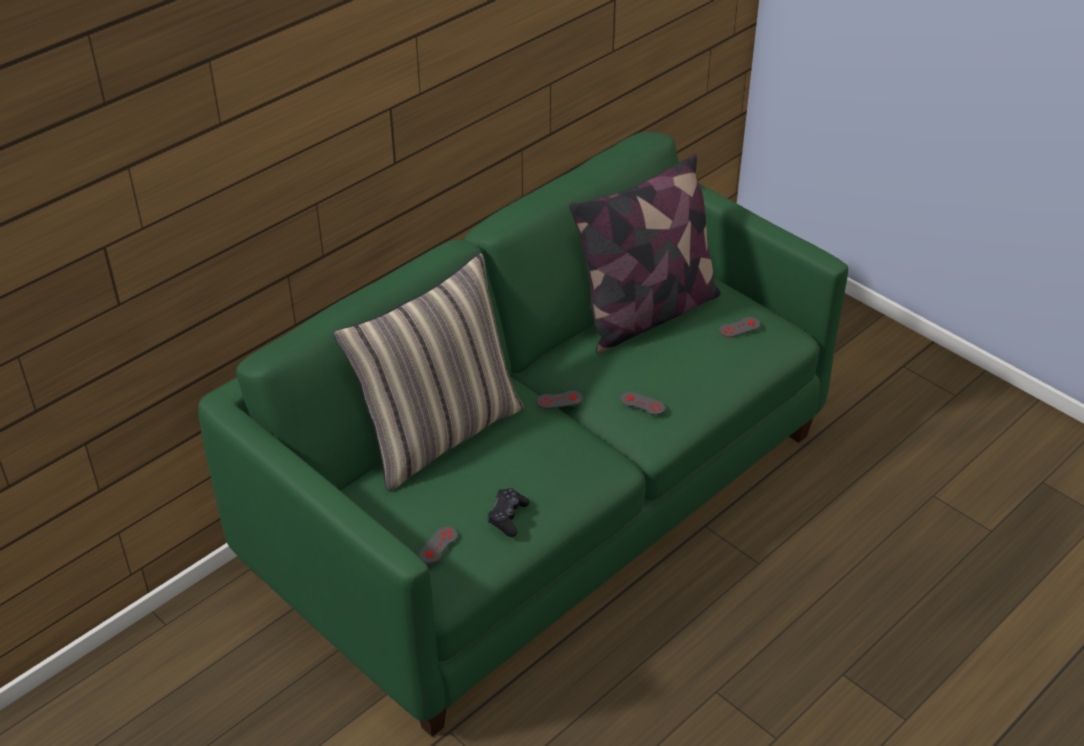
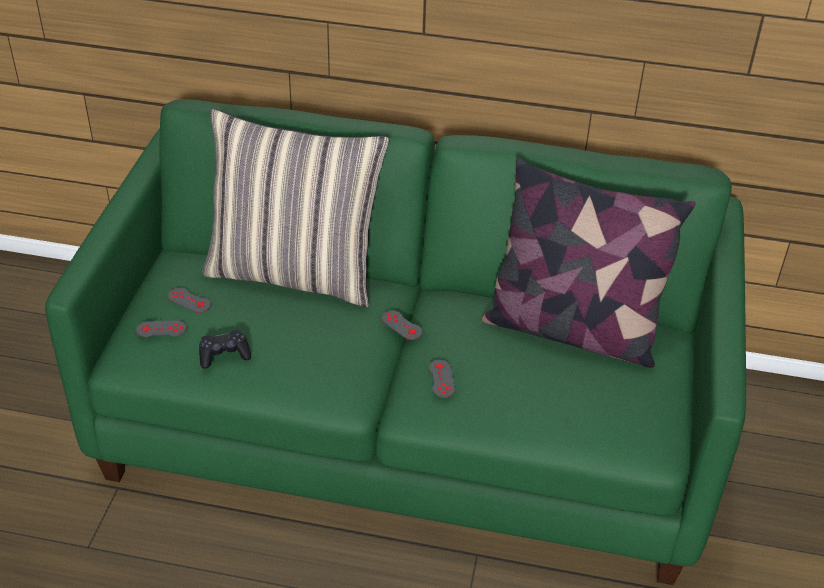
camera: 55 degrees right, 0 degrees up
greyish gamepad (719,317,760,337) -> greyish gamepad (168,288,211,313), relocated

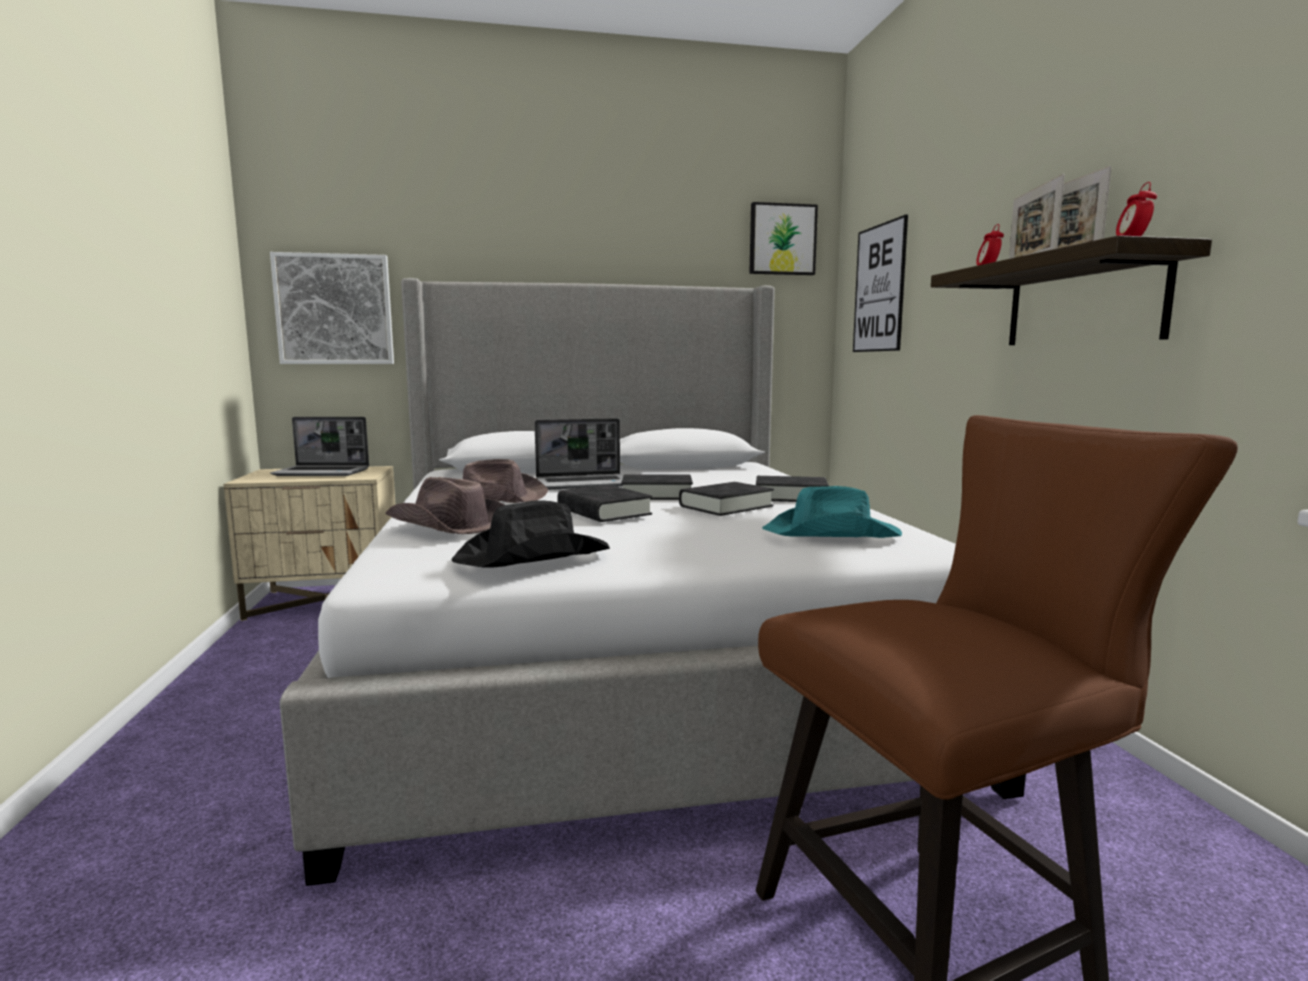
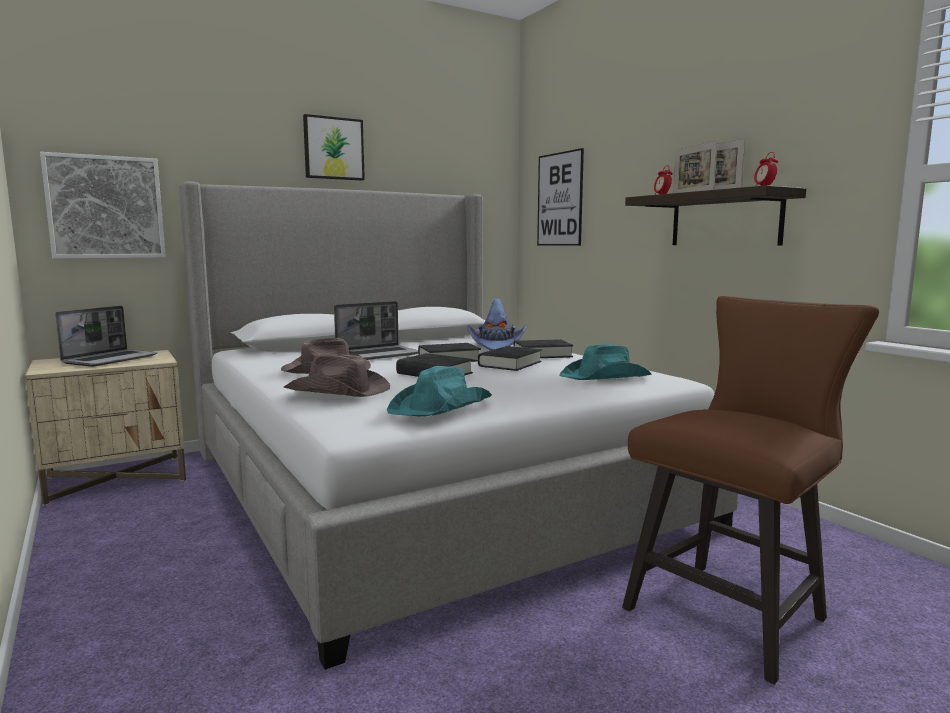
camera: 20 degrees left, 0 degrees up
laptop (270,417,369,476) -> laptop (55,306,158,367), 45 degrees counterclockwise
blackish hat (452,500,610,568) -> turquoise-coloured hat (387,366,492,416)
wall picture (749,202,818,275) -> wall picture (303,114,365,180), relocated
none -> purple-coloured hat (467,299,527,351)

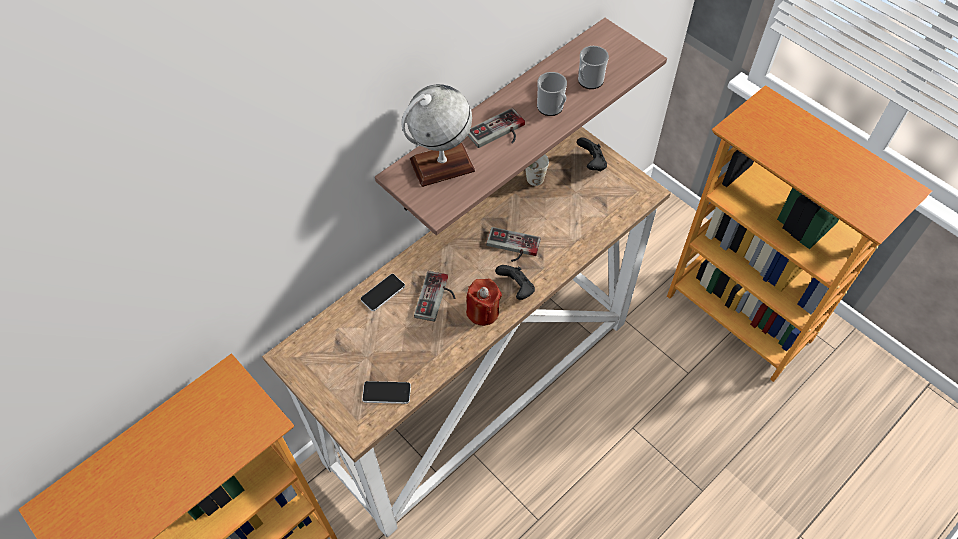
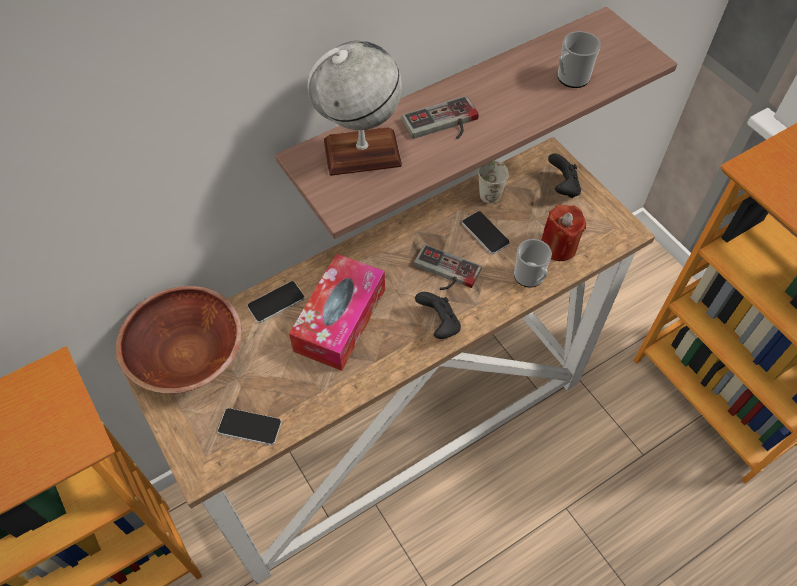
camera: 10 degrees right, 0 degrees up
gamepad (414,271,455,322) -> box of tissues (289,254,385,371)
red-coloured wax candle (466,279,502,326) -> red-coloured wax candle (541,205,586,261), relocated
coffee mug (537,72,567,116) -> coffee mug (514,239,552,288), relocated
none -> brownish deep dish (116,286,242,394)
none -> handset (462,211,510,254)

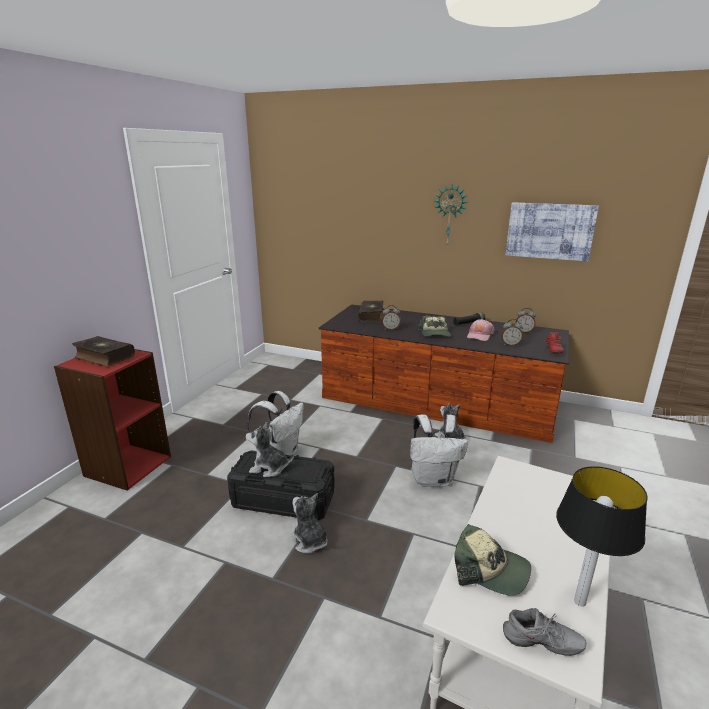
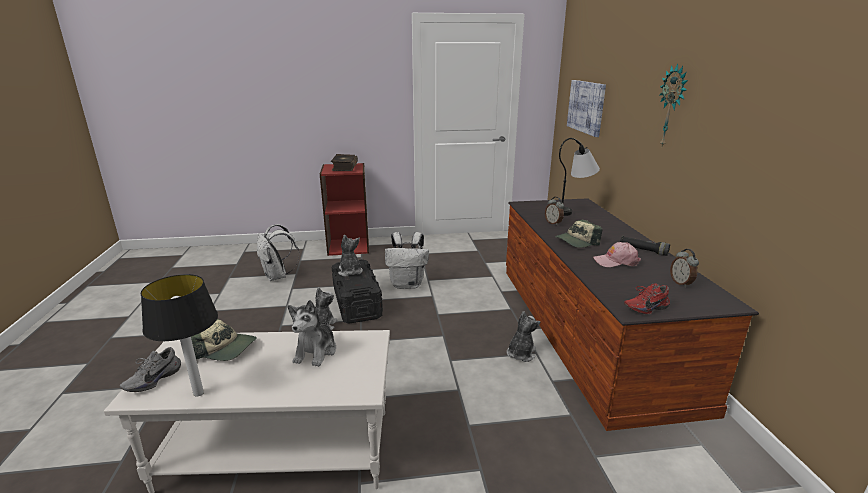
camera: 60 degrees right, 0 degrees up
volume (358,301,384,322) -> tabletop lamp (559,138,600,216)
white-coloured rucksack (410,414,468,487) -> white-coloured rucksack (257,224,299,281), relocated
peaked cap (454,524,531,596) -> peaked cap (191,319,257,361), 75 degrees counterclockwise
alarm clock (501,319,523,346) -> none
greyish item of footwear (503,608,586,656) -> greyish item of footwear (120,347,181,392), 45 degrees clockwise
wall picture (505,202,599,261) -> wall picture (567,80,606,137), relocated
none -> soft toy (288,300,336,367)

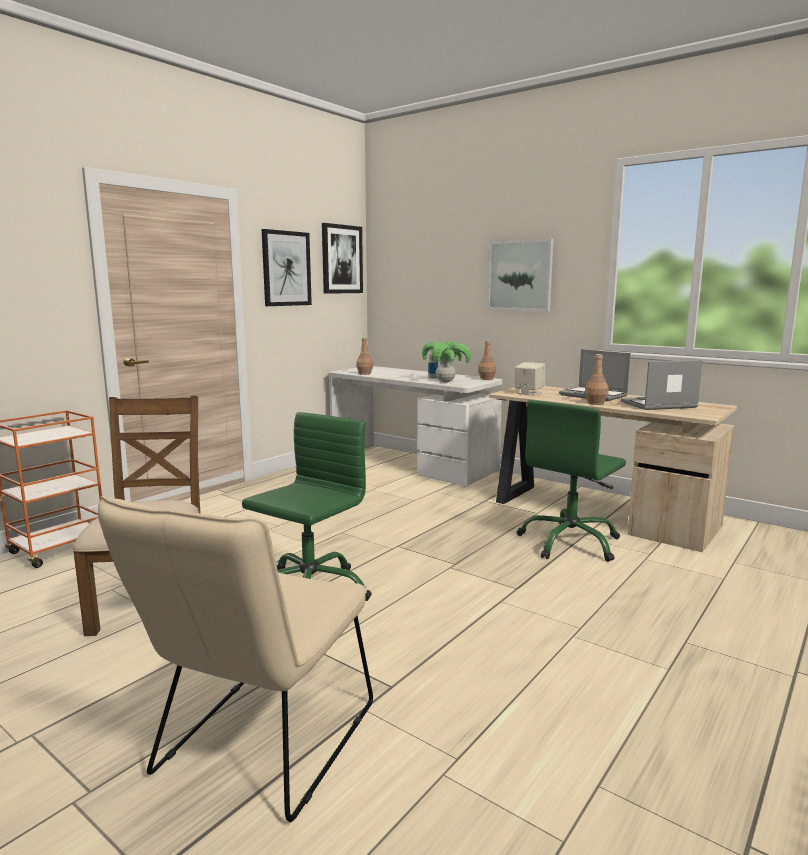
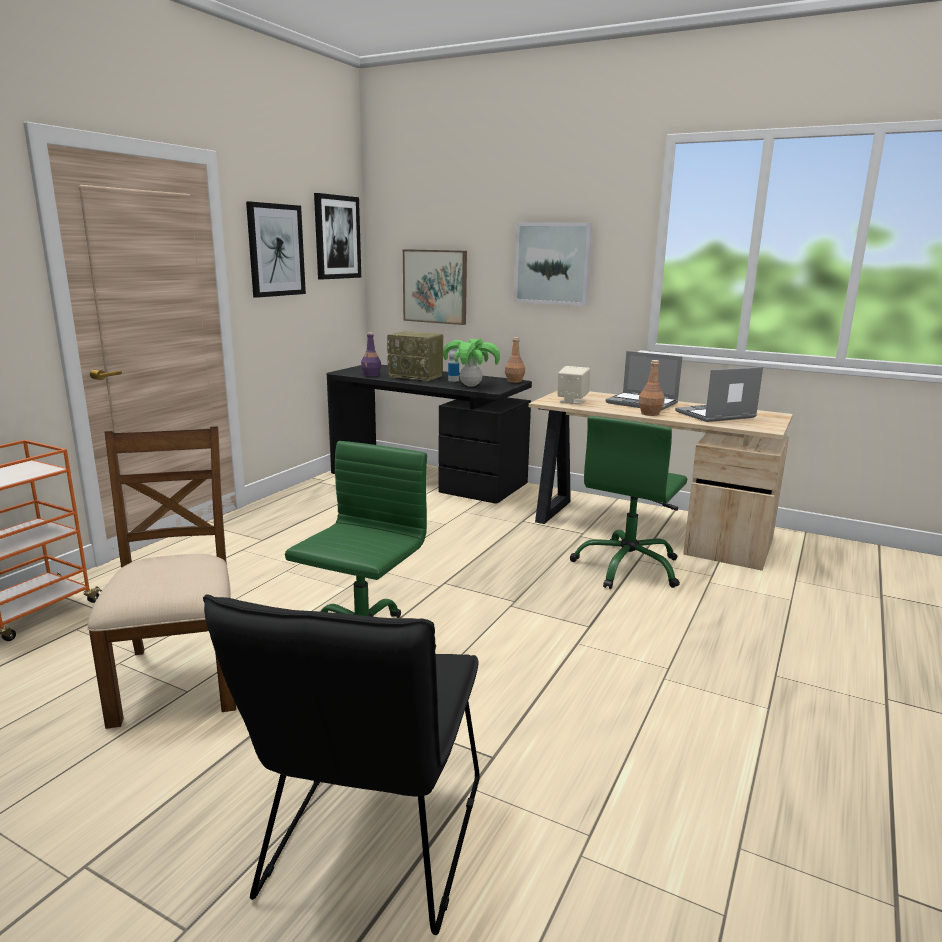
camera: 10 degrees left, 5 degrees up
beige plain chair (98,495,373,822) -> blackish plain chair (203,594,479,935)
white-coloured desk (329,366,503,486) -> blackish desk (327,365,532,504)
brownish beverage bottle (356,337,373,375) -> purple-coloured beverage bottle (361,332,381,377)
none -> radio receiver (387,331,443,381)
none -> wall picture (403,249,467,325)

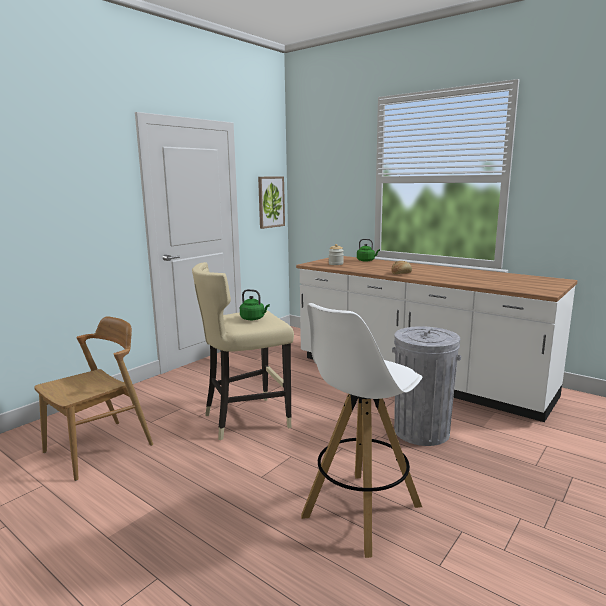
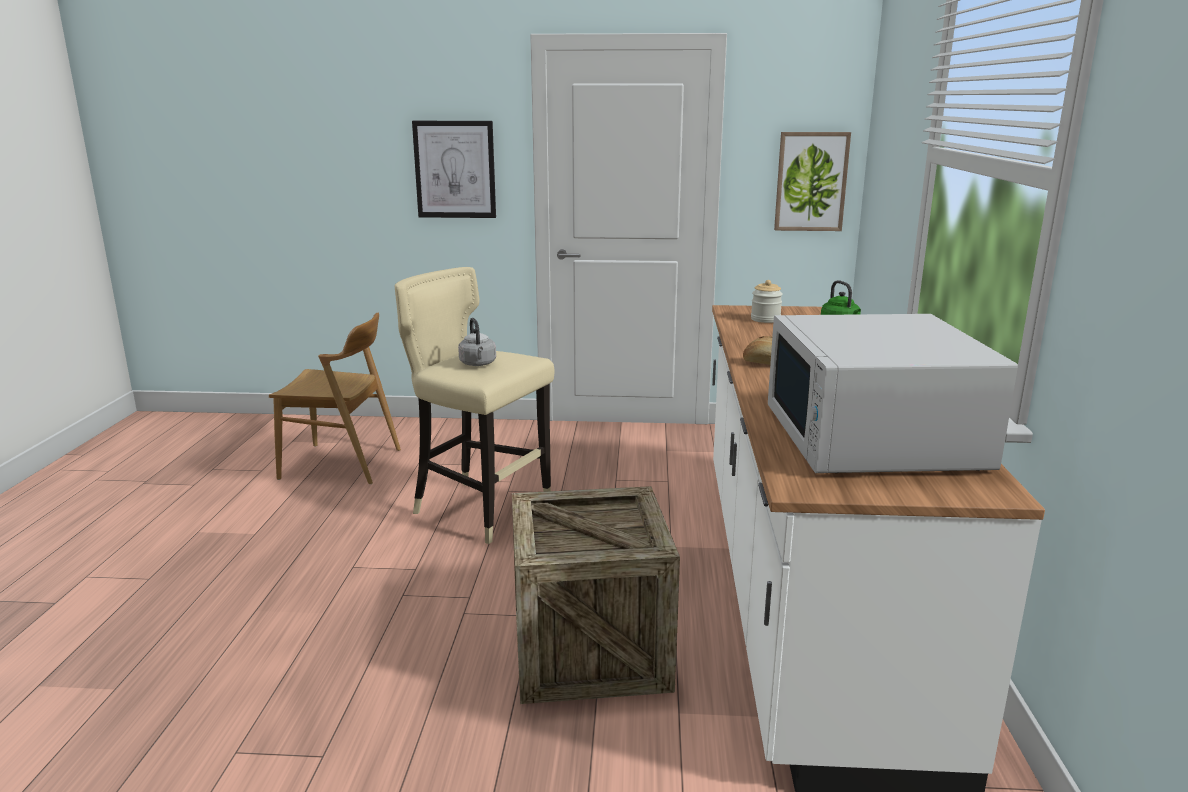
camera: 55 degrees right, 5 degrees up
green water kettle (240,289,270,320) -> greyish water kettle (458,318,496,366)
white-coloured sitting stool (301,303,422,558) -> none
greyish waste bin (392,326,461,446) -> packing crate (512,486,680,704)
none -> wall picture (412,121,496,218)
none -> white-coloured microwave oven (768,314,1018,473)

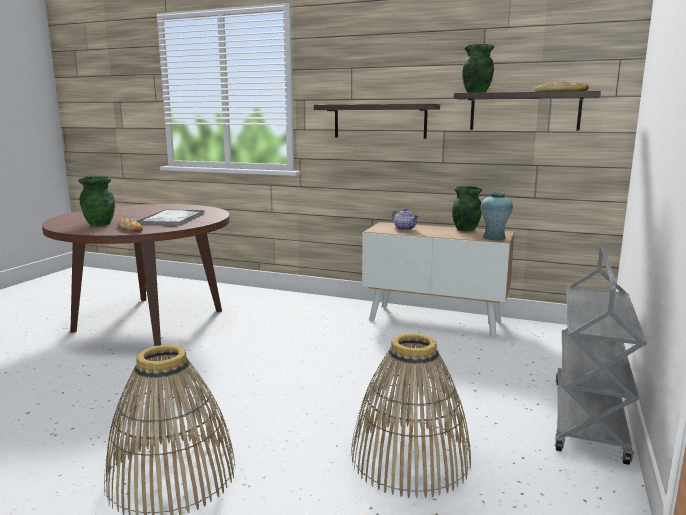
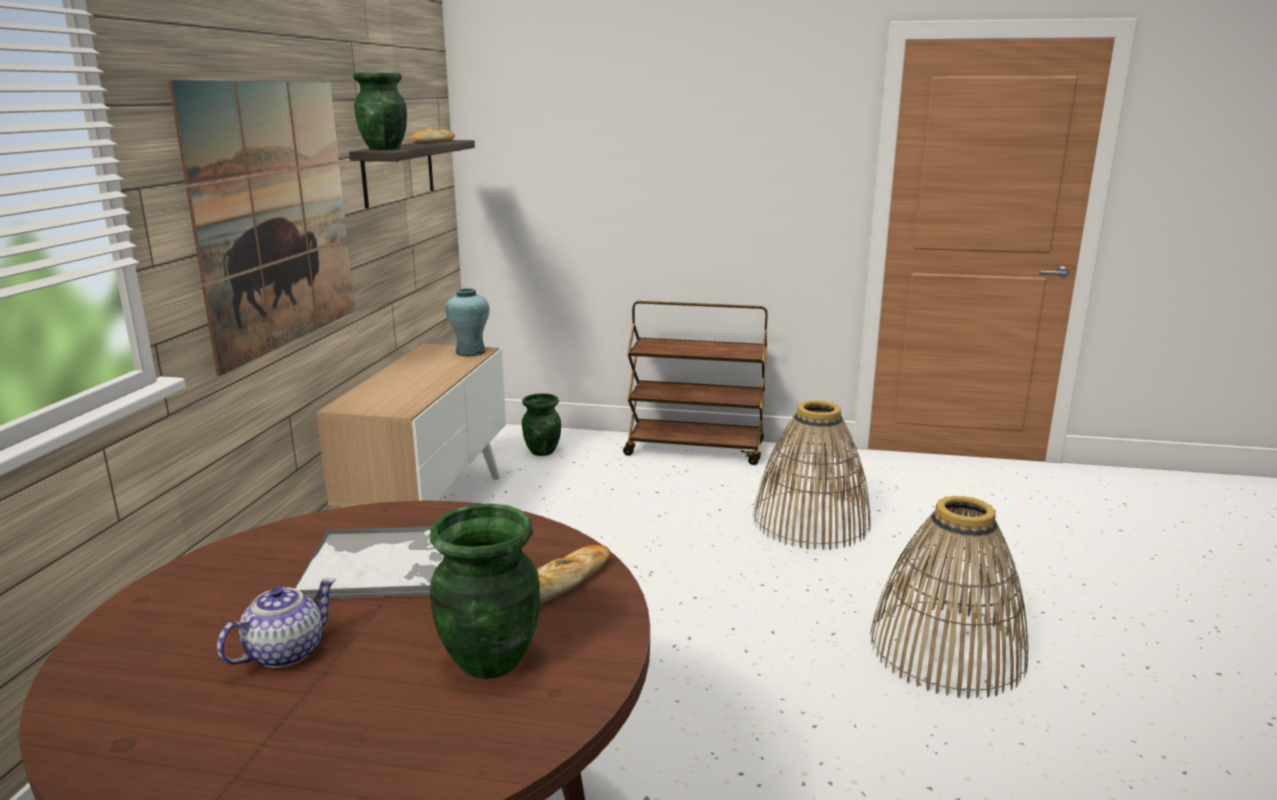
camera: 100 degrees left, 5 degrees up
bracket shelf (314,104,440,139) -> wall picture (168,80,355,376)
teapot (392,208,419,230) -> teapot (217,578,336,668), relocated
green vase (452,186,482,231) -> green vase (522,393,561,456), relocated
greyish cart (555,247,647,465) -> brownish cart (623,301,768,465)

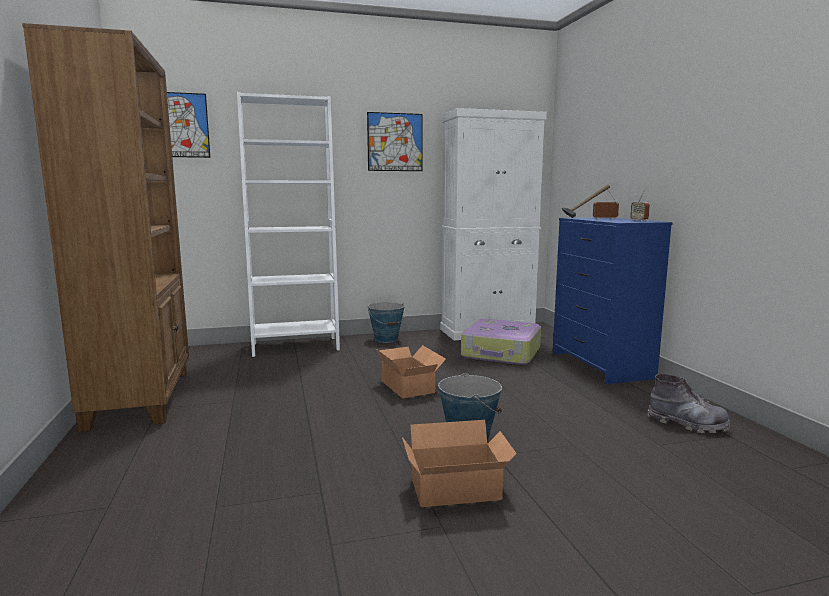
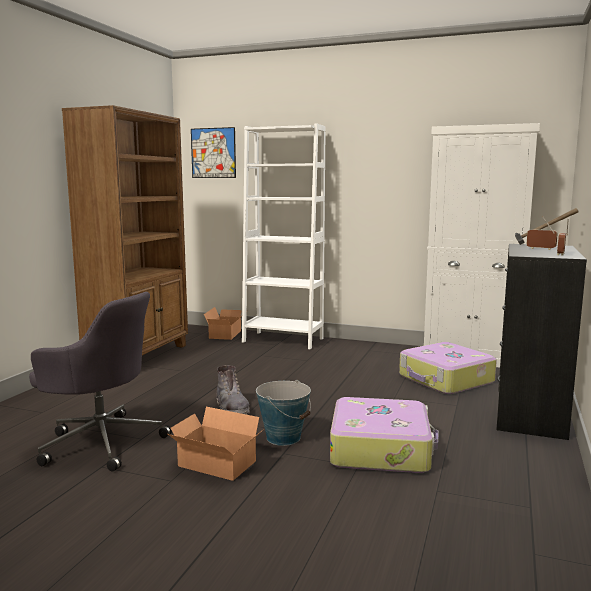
camera: 35 degrees right, 0 degrees up
wall picture (367,112,423,171) -> none
bucket (367,302,406,343) -> none
cardboard box (375,345,446,399) -> cardboard box (204,307,242,340), relocated
blue chest of drawers (553,217,673,384) -> blackish chest of drawers (496,244,587,440)
greyish boot (647,374,730,433) -> greyish boot (216,365,250,415), relocated
none -> greyish desk chair (29,292,172,472)
none -> suitcase (330,397,439,473)

